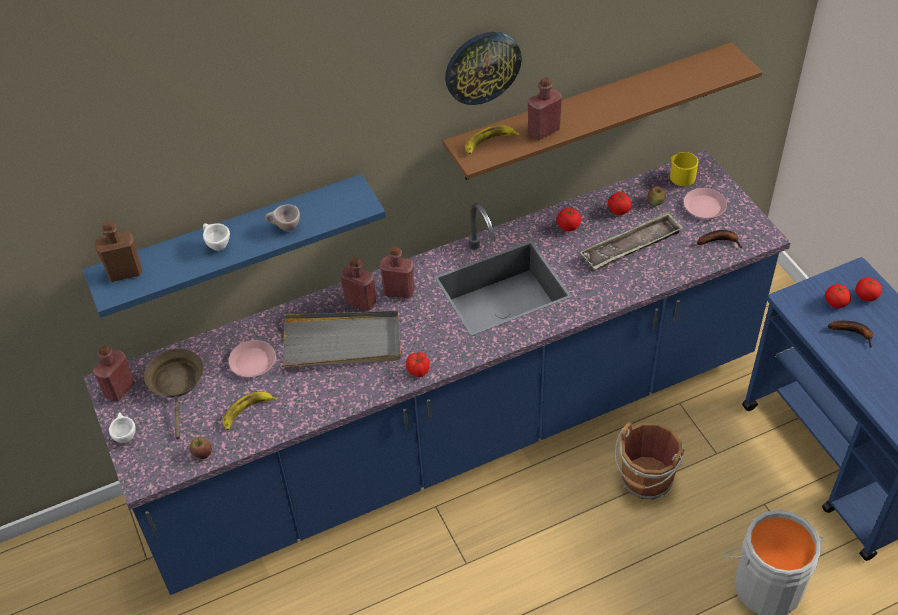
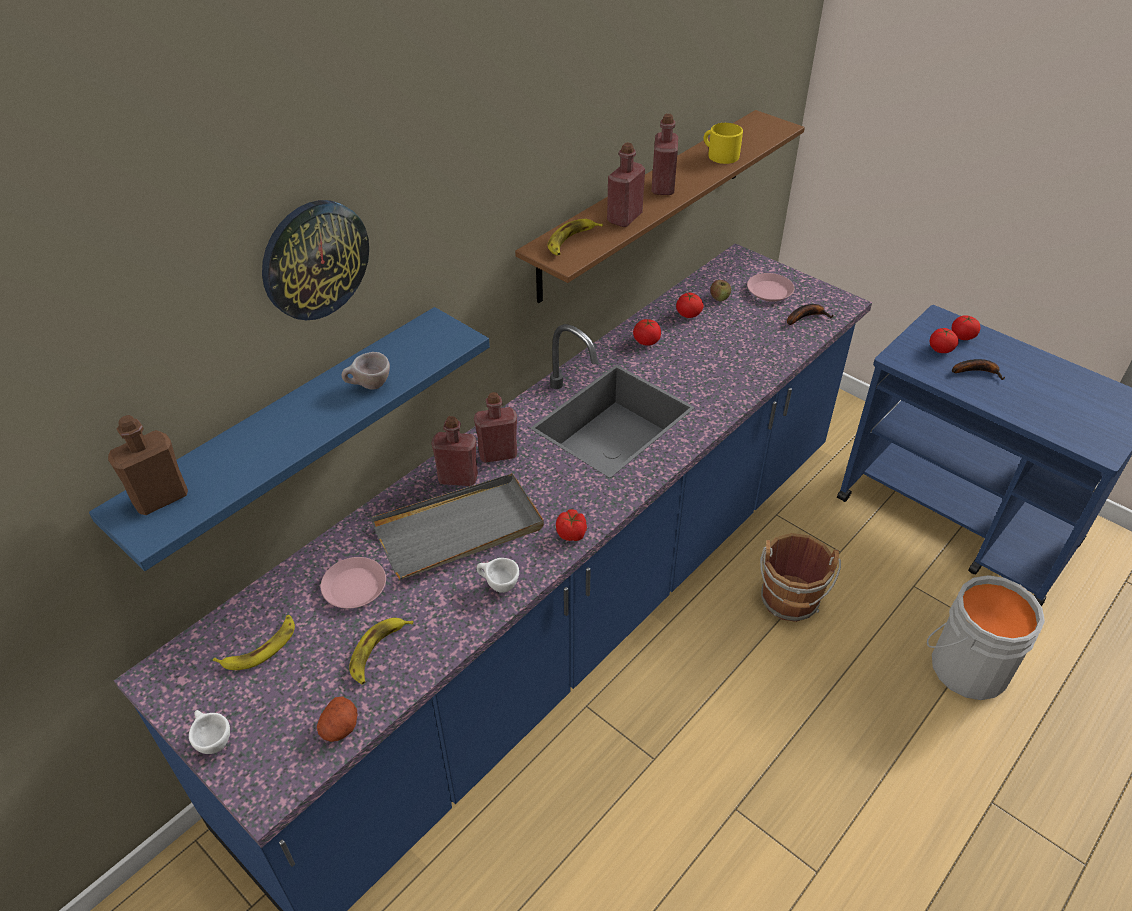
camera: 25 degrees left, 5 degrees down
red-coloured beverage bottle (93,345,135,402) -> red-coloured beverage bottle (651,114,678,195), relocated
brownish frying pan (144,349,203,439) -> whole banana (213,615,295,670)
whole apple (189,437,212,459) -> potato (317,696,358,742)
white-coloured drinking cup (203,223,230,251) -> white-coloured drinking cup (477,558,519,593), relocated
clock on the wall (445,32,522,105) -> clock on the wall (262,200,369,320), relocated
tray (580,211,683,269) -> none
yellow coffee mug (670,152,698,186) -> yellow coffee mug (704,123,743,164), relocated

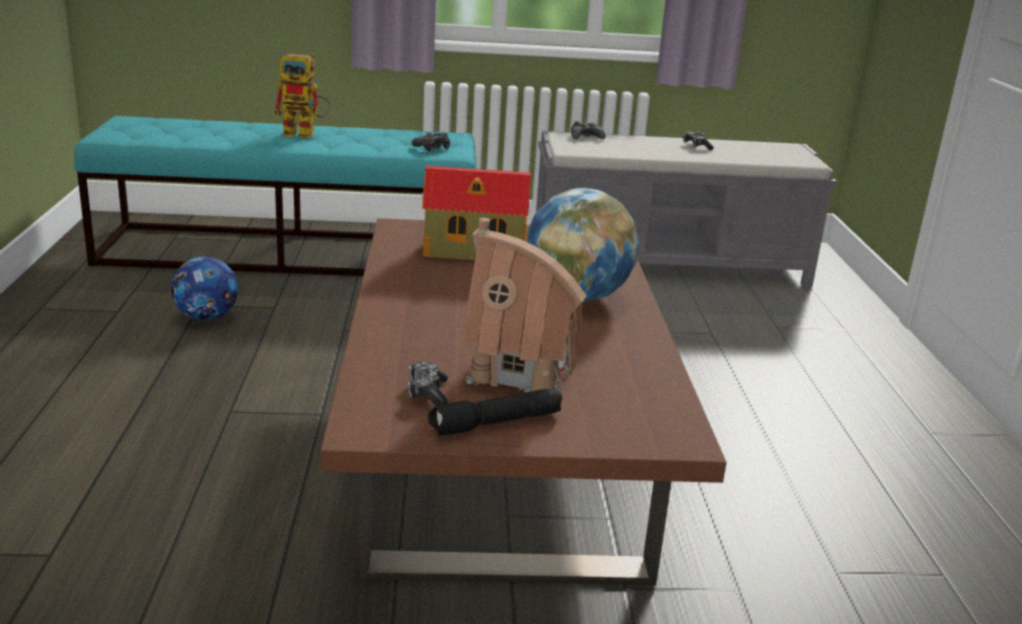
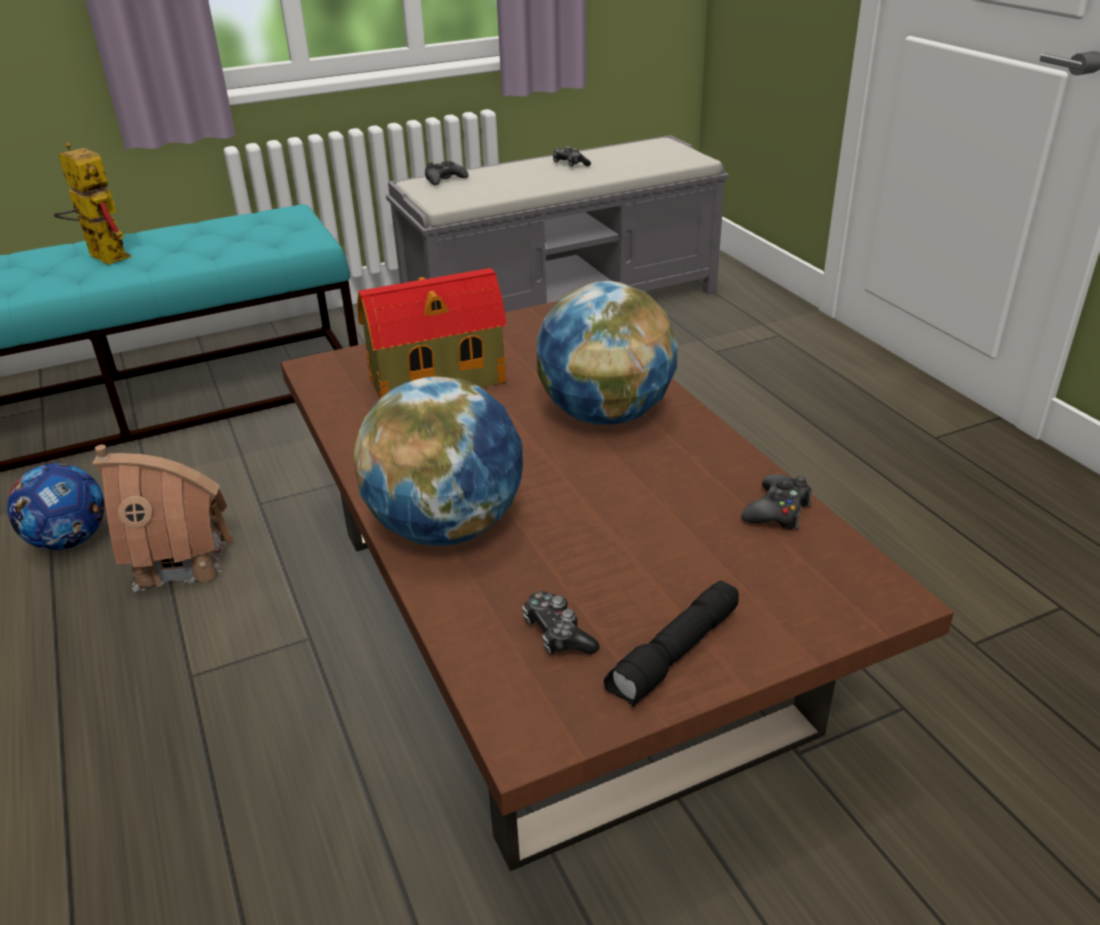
camera: 20 degrees left, 10 degrees up
toy robot (273,52,331,138) -> toy robot (54,143,131,265), 120 degrees counterclockwise
blackish gamepad (411,133,450,152) -> blackish gamepad (741,474,812,529), relocated
toy house (462,218,587,392) -> toy house (93,445,233,592), relocated
none -> world globe (353,376,523,546)

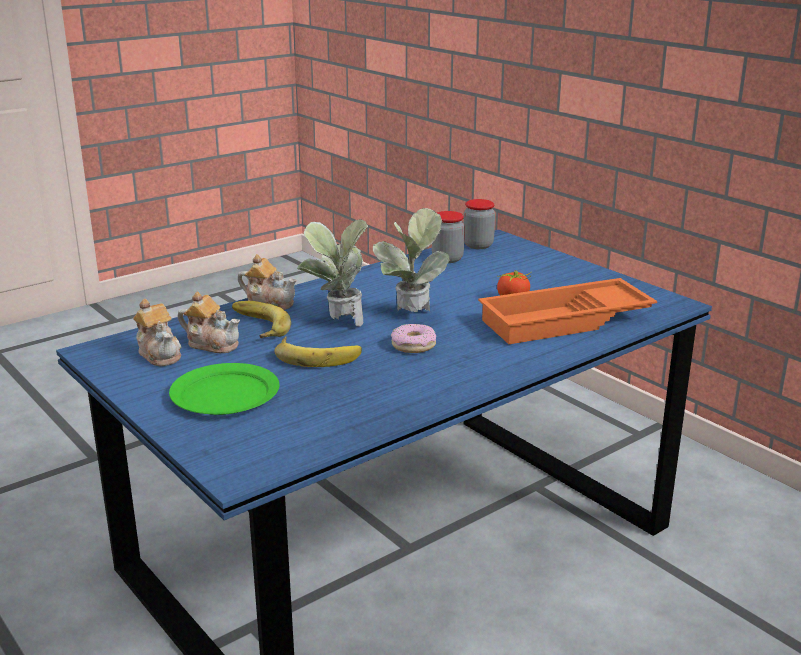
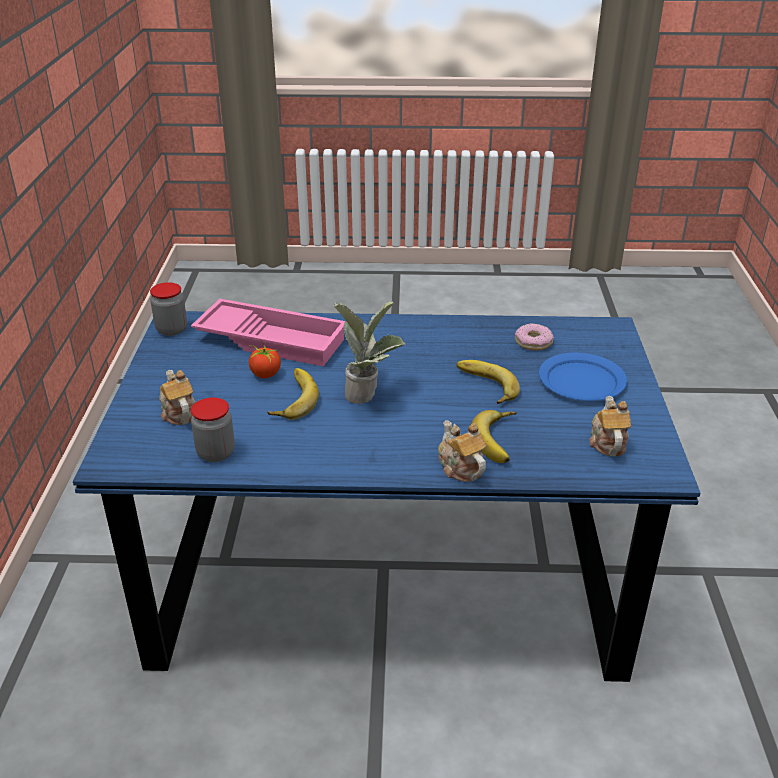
camera: 140 degrees left, 10 degrees up
green flat dish (169,363,279,415) -> blue flat dish (539,353,627,401)
teapot (178,291,240,353) -> teapot (159,370,195,425), relocated
houseplant (297,219,368,327) -> none
donut (391,324,436,353) -> donut (515,323,554,351), relocated
jar (464,199,495,249) -> jar (150,282,187,336), relocated
orange tray (478,278,657,344) -> pink tray (191,299,345,366)
none -> whole banana (267,368,319,420)

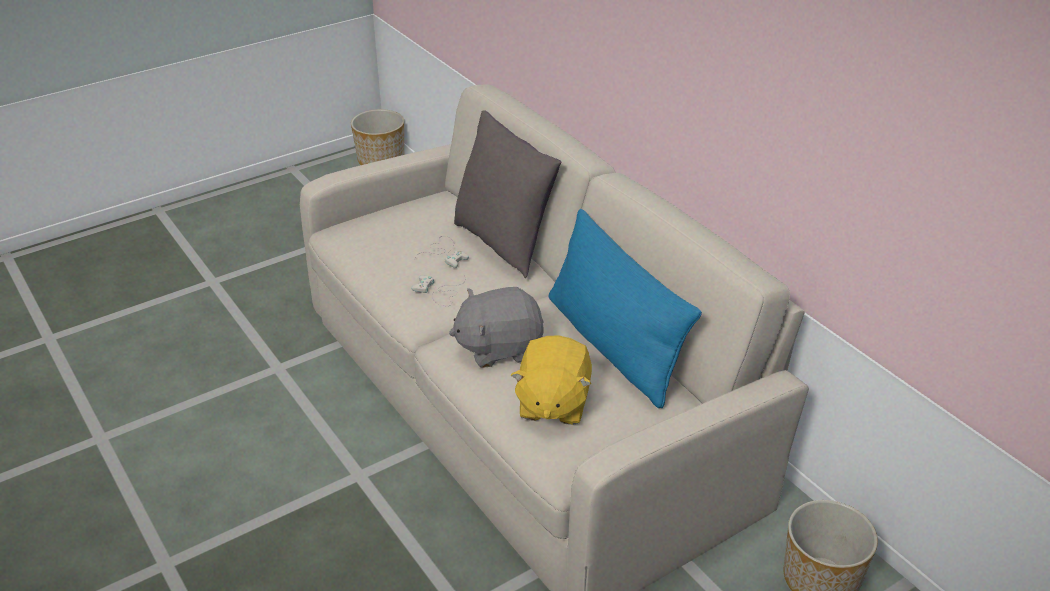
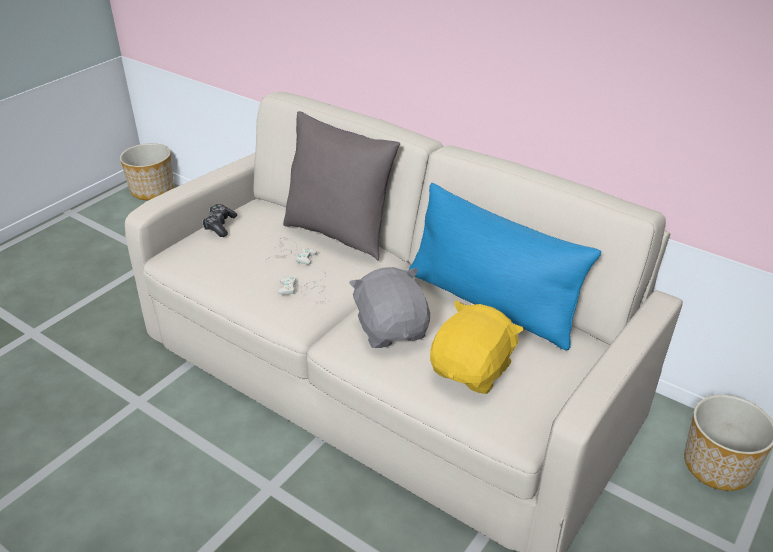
camera: 20 degrees left, 0 degrees up
greyish soft toy (449,287,544,368) -> greyish soft toy (349,267,430,348), 105 degrees clockwise
yellow soft toy (511,335,592,425) -> yellow soft toy (430,301,524,394), 135 degrees counterclockwise
none -> gamepad (202,204,237,237)

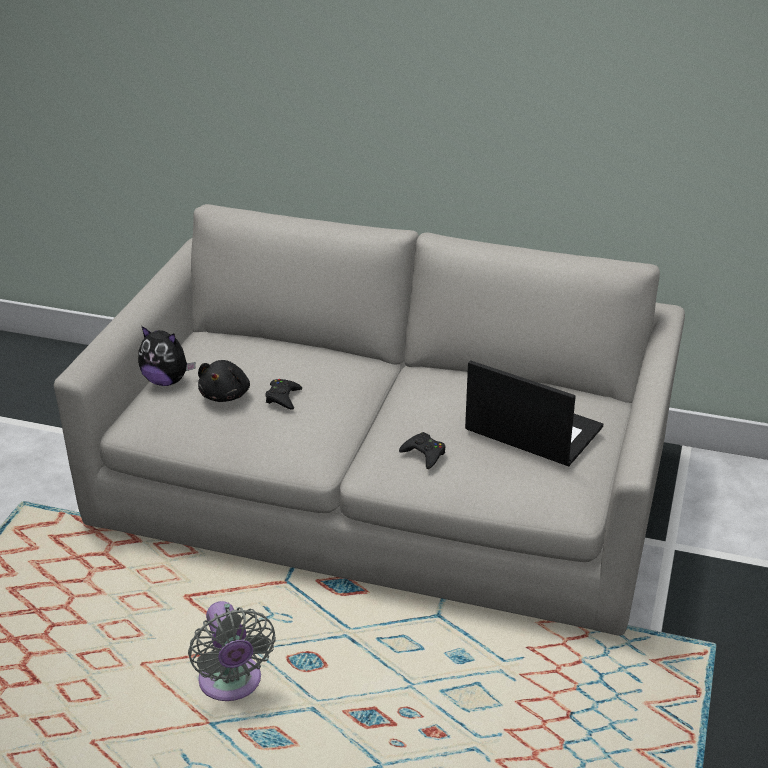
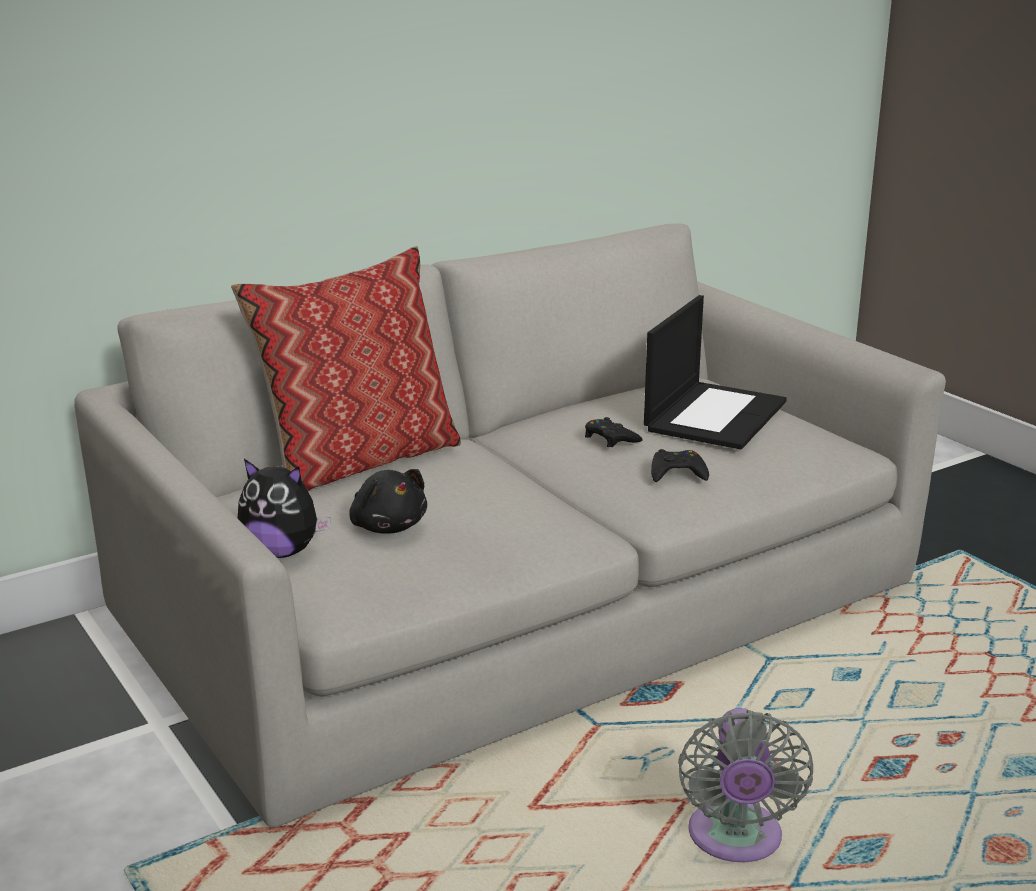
camera: 50 degrees left, 10 degrees down
soft toy (138,326,196,386) -> soft toy (238,459,331,558), 45 degrees clockwise
greyish electric fan (188,601,276,701) -> greyish electric fan (678,708,813,862), 75 degrees clockwise
blackish gamepad (265,379,302,409) -> blackish gamepad (585,417,643,447), relocated
laptop (465,360,603,466) -> laptop (644,295,787,450), 135 degrees clockwise
none -> pillow (231,246,461,491)

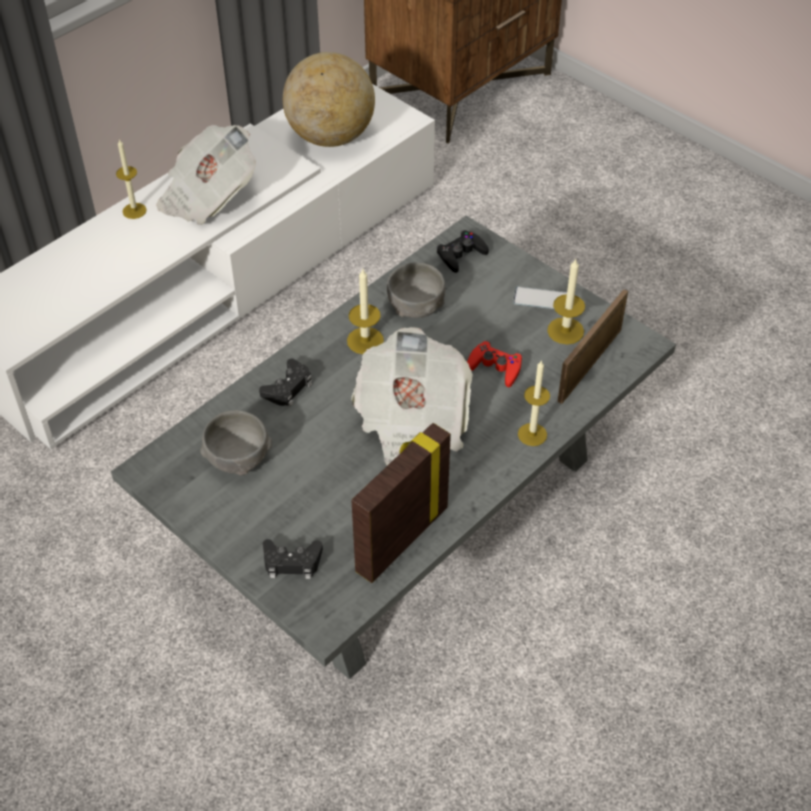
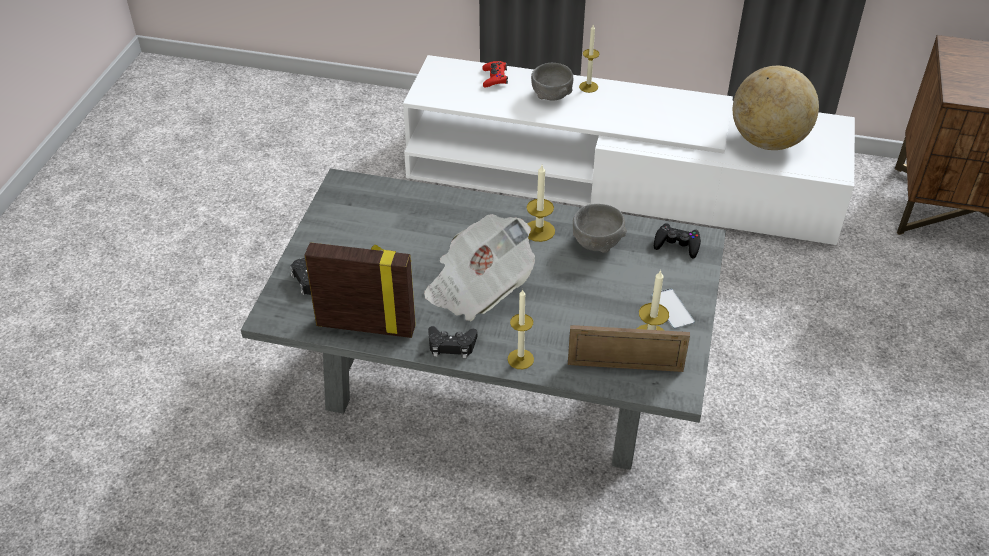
camera: 60 degrees right, 5 degrees down
newspaper (156,125,256,225) -> none
greyish deep dish (200,411,272,476) -> greyish deep dish (531,63,573,101), relocated
blackish gamepad (259,359,312,407) -> blackish gamepad (428,326,477,358), relocated
red-coloured gamepad (467,341,522,387) -> red-coloured gamepad (482,61,508,88), relocated

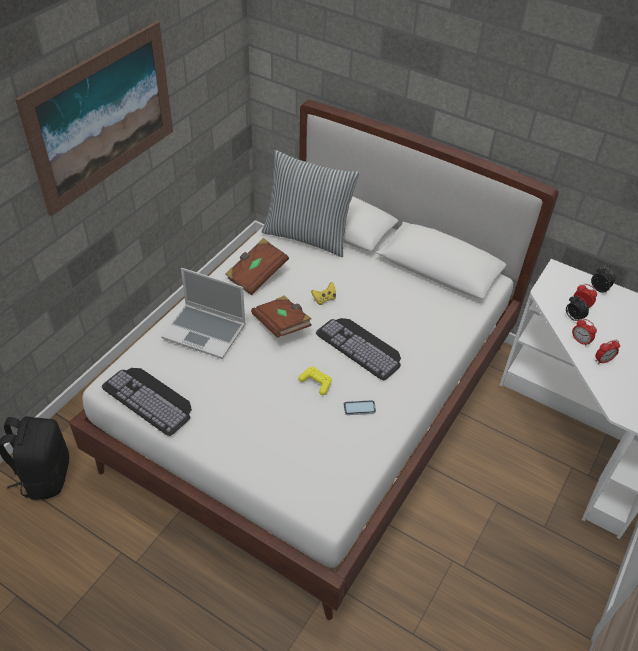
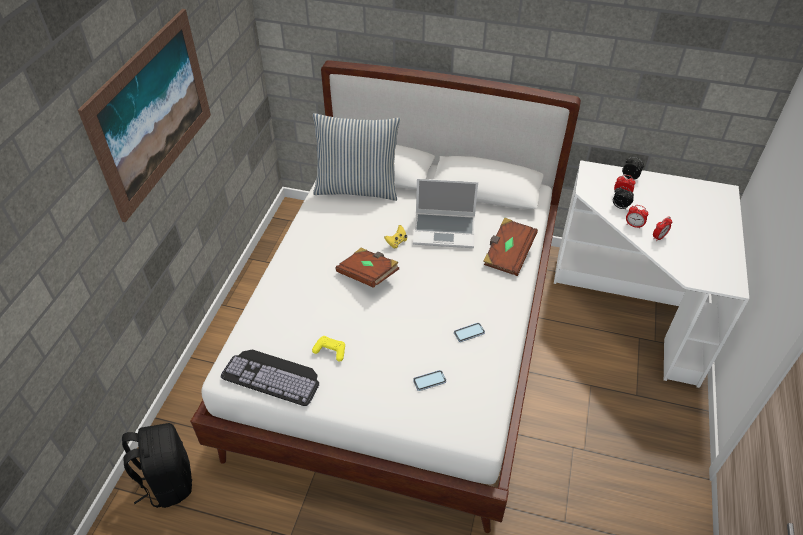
camera: 15 degrees left, 0 degrees up
laptop (161,268,246,359) -> laptop (413,178,478,248), relocated
brownish volume (225,238,289,295) -> brownish volume (483,217,538,276), relocated
yellow gamepad (298,367,332,395) -> yellow gamepad (312,336,345,362), relocated
computer keyboard (316,318,401,380) -> none
none -> handset (413,370,446,391)

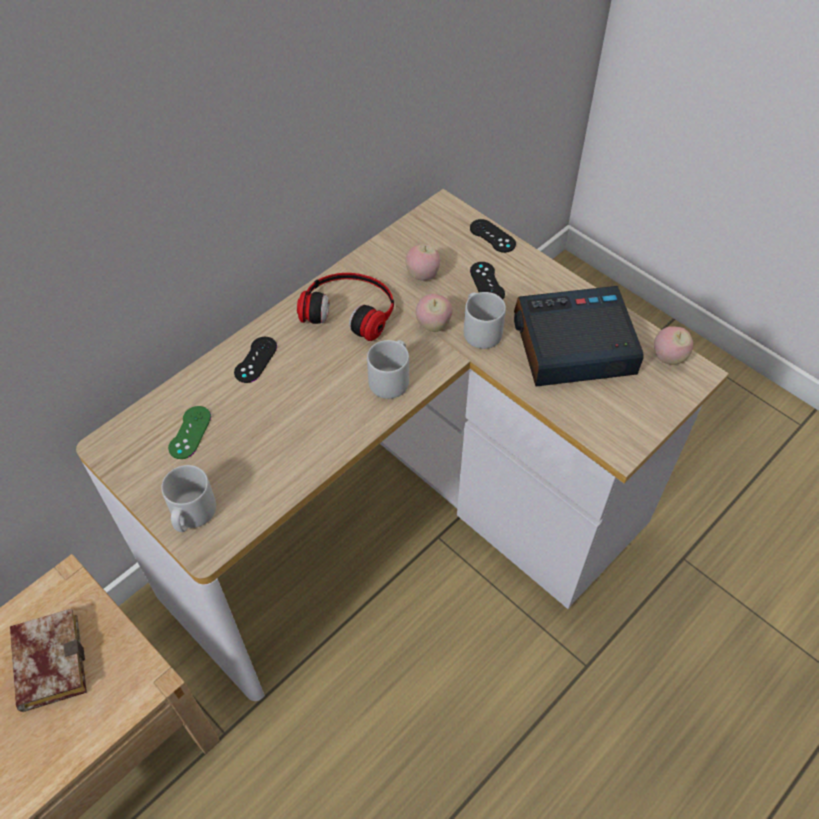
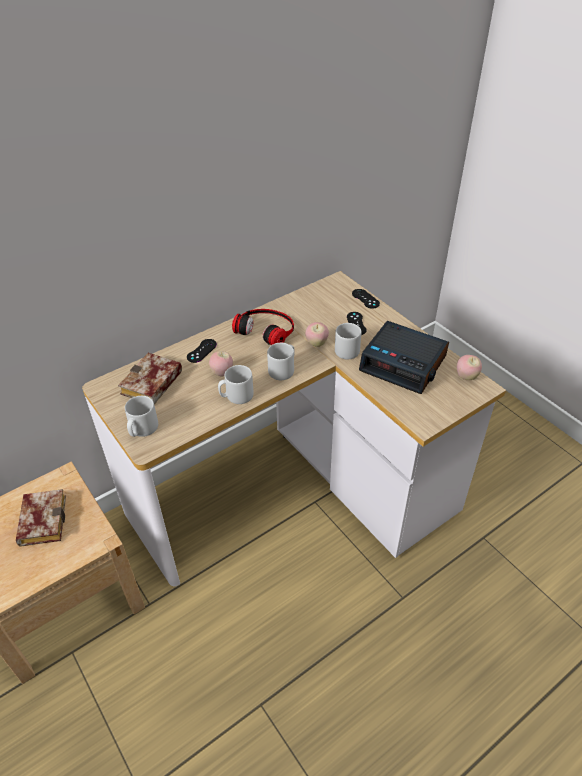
camera: 10 degrees right, 10 degrees down
green gamepad (168,406,211,459) -> volume (118,353,182,405)
whole apple (406,244,440,281) -> whole apple (209,351,233,376), relocated
alarm clock (514,286,644,387) -> alarm clock (359,321,449,394), 150 degrees counterclockwise
none -> greyish coffee mug (218,365,254,404)

